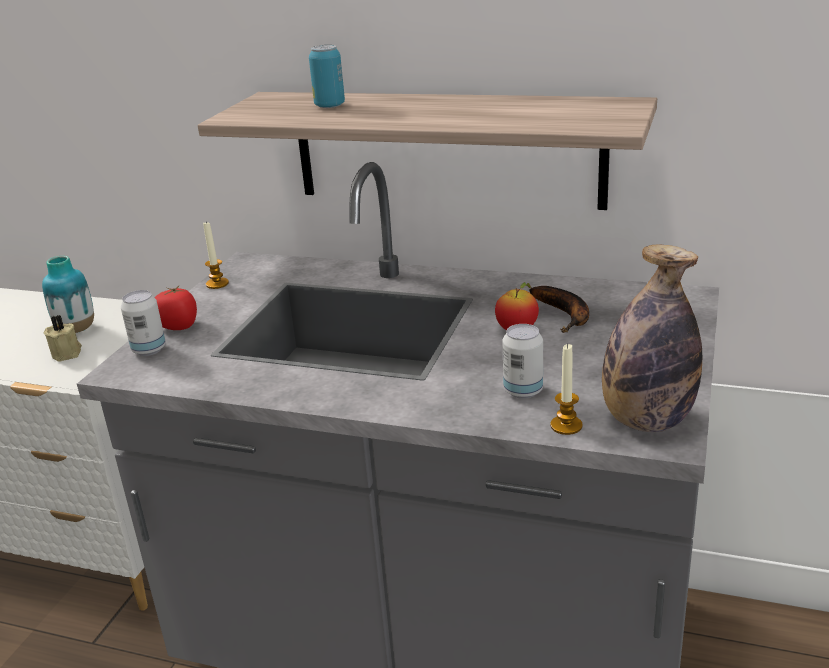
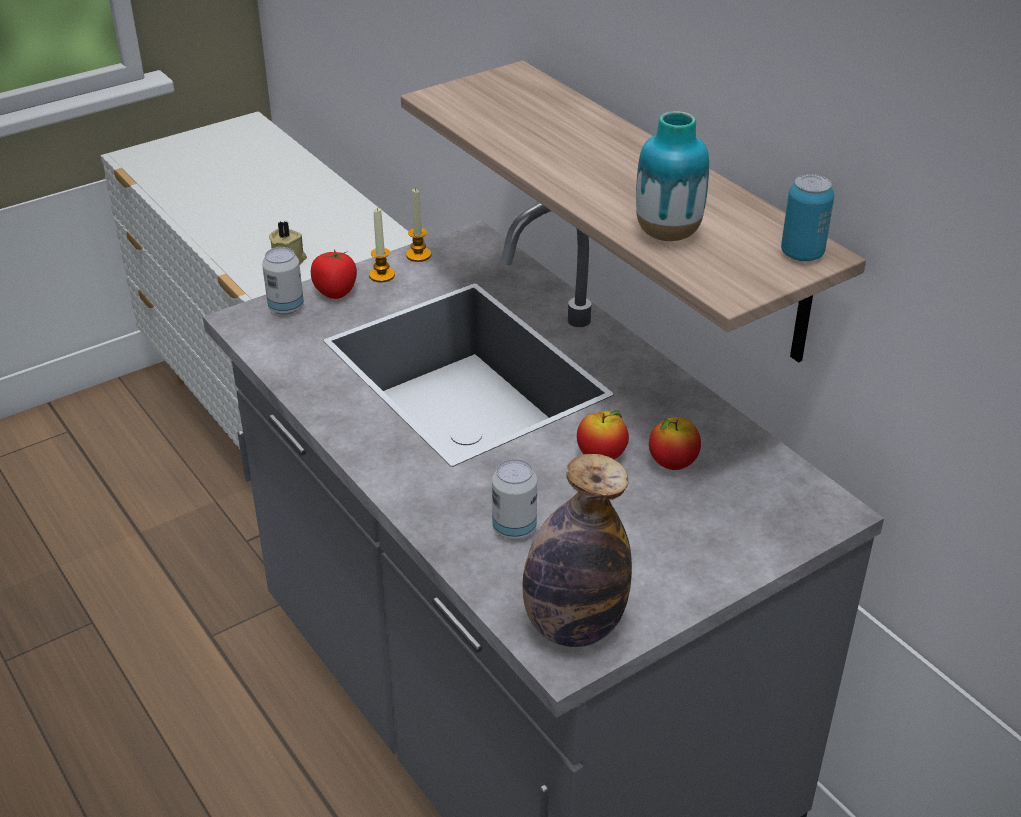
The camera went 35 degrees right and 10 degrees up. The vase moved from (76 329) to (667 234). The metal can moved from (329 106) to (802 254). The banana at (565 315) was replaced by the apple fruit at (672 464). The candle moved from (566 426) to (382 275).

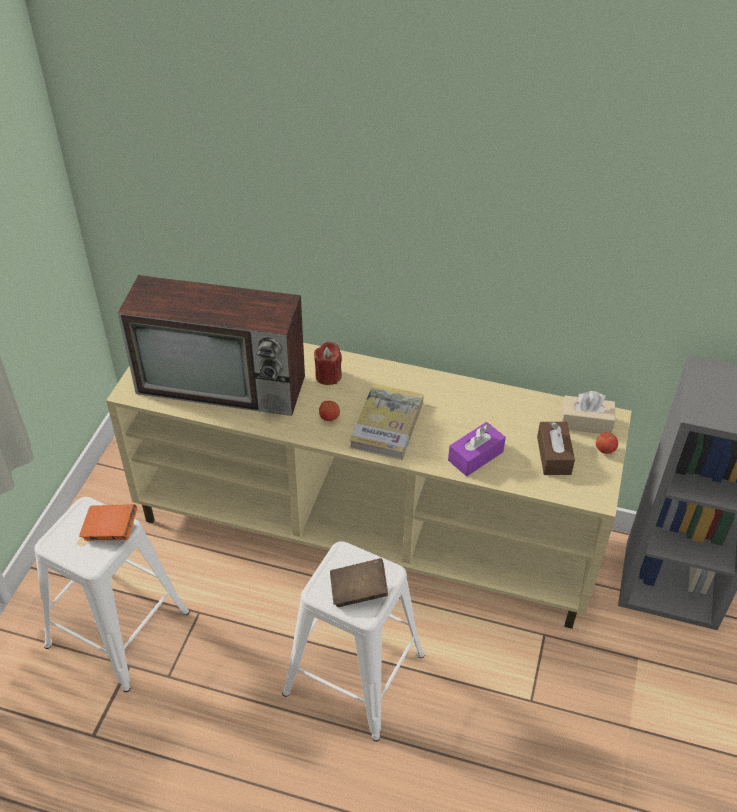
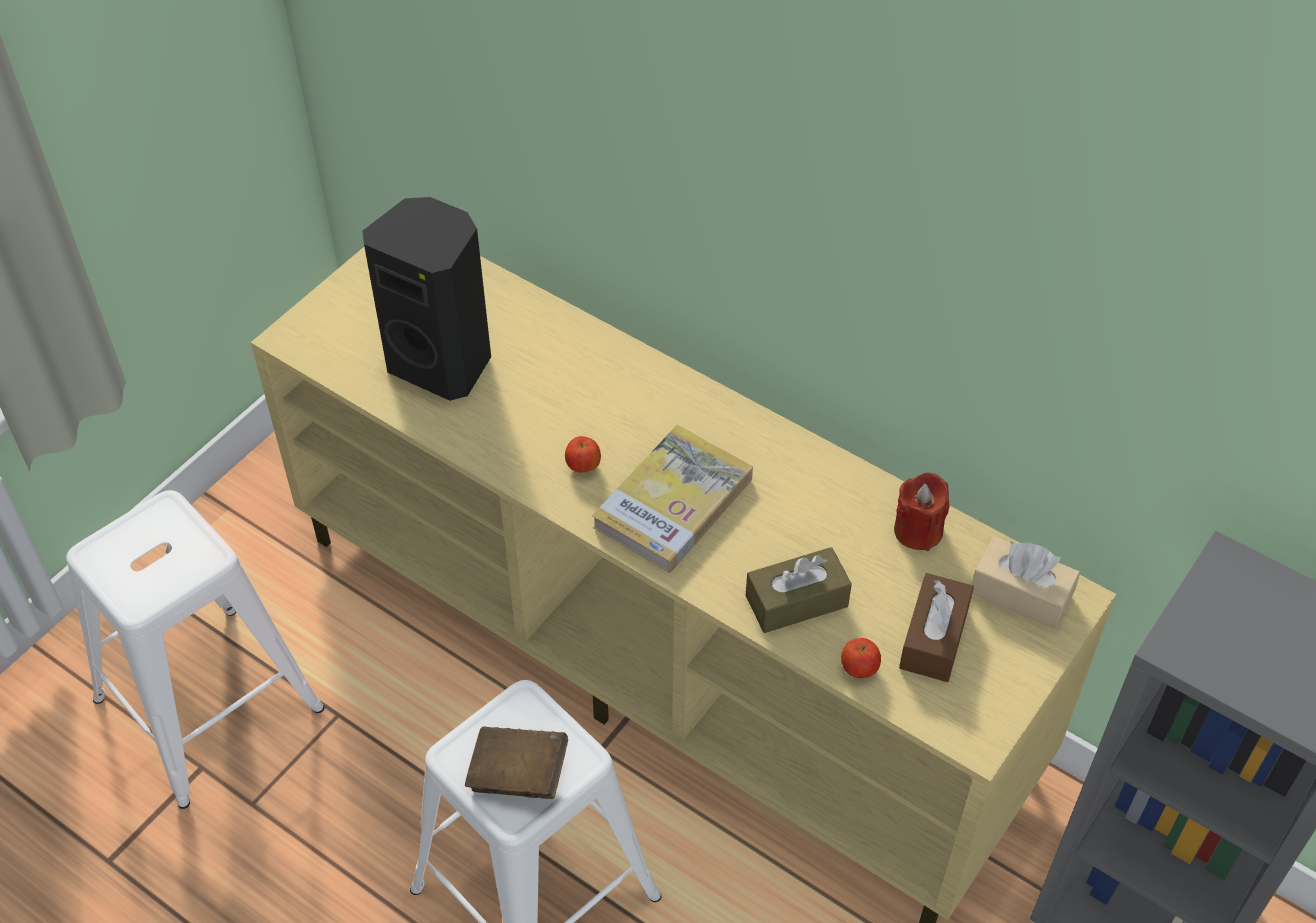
The camera went 20 degrees right and 5 degrees up. The bound book in orange-coloured at (111 531) disappeared. The television at (224 384) was replaced by the speaker in black-coloured at (442 363). The candle in red moved from (328 376) to (918 530). The tissue holder in purple at (475 456) became the tissue holder in brown at (796 601). The apple fruit moved from (604 450) to (859 669).

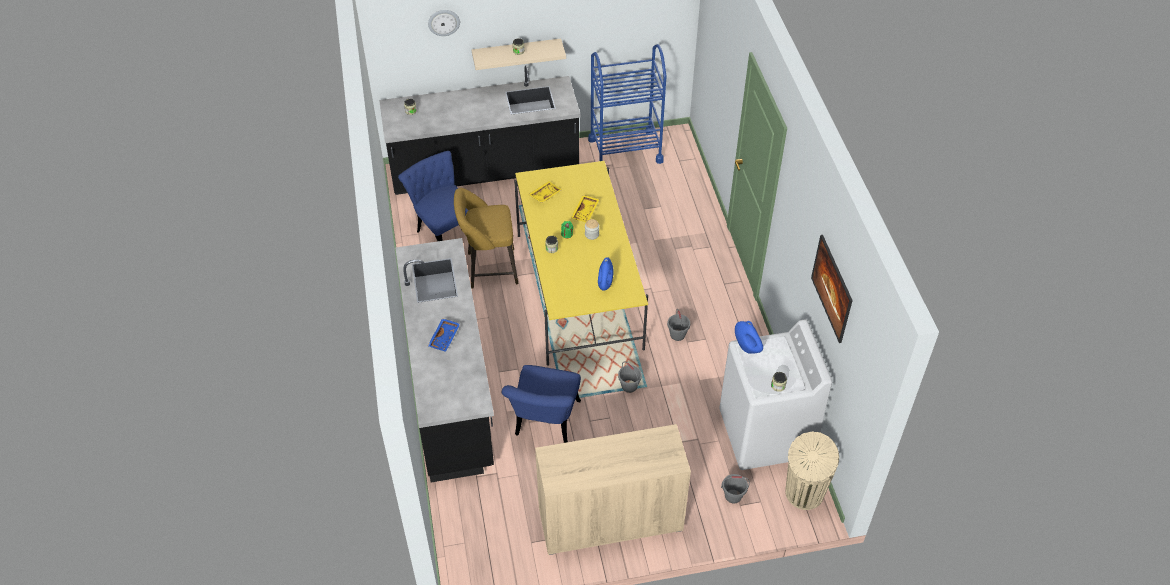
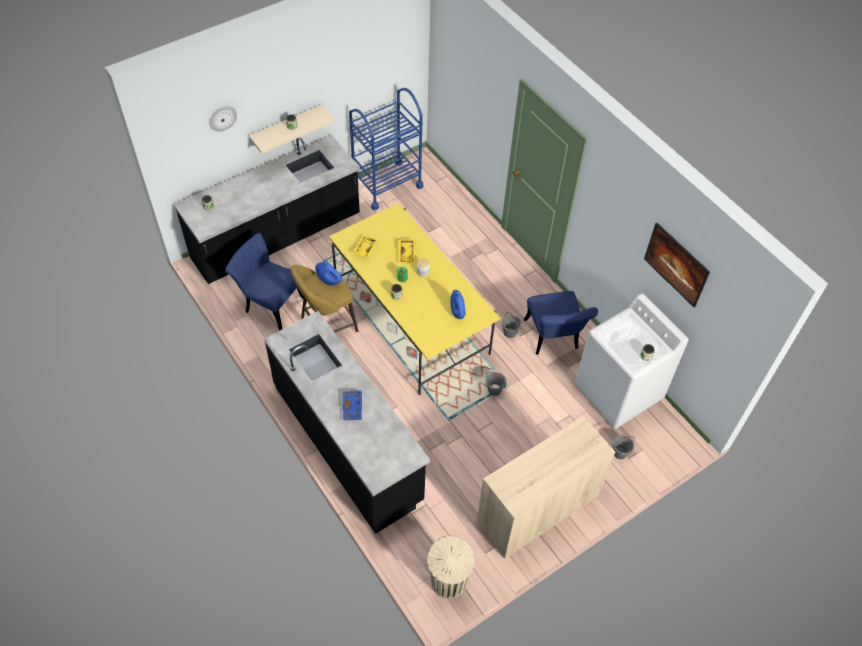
The camera went 25 degrees left and 5 degrees up. The plain chair in bluish moved from (545 424) to (553 339). The vase in bluish moved from (747 347) to (329 281). The rubbish bin in beige moved from (803 494) to (448 582).

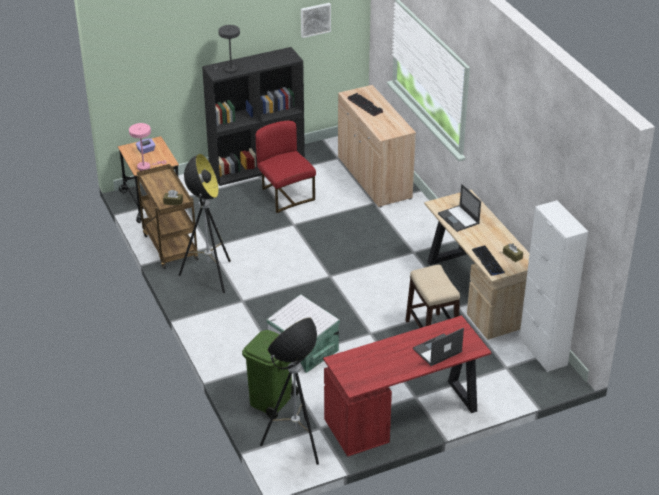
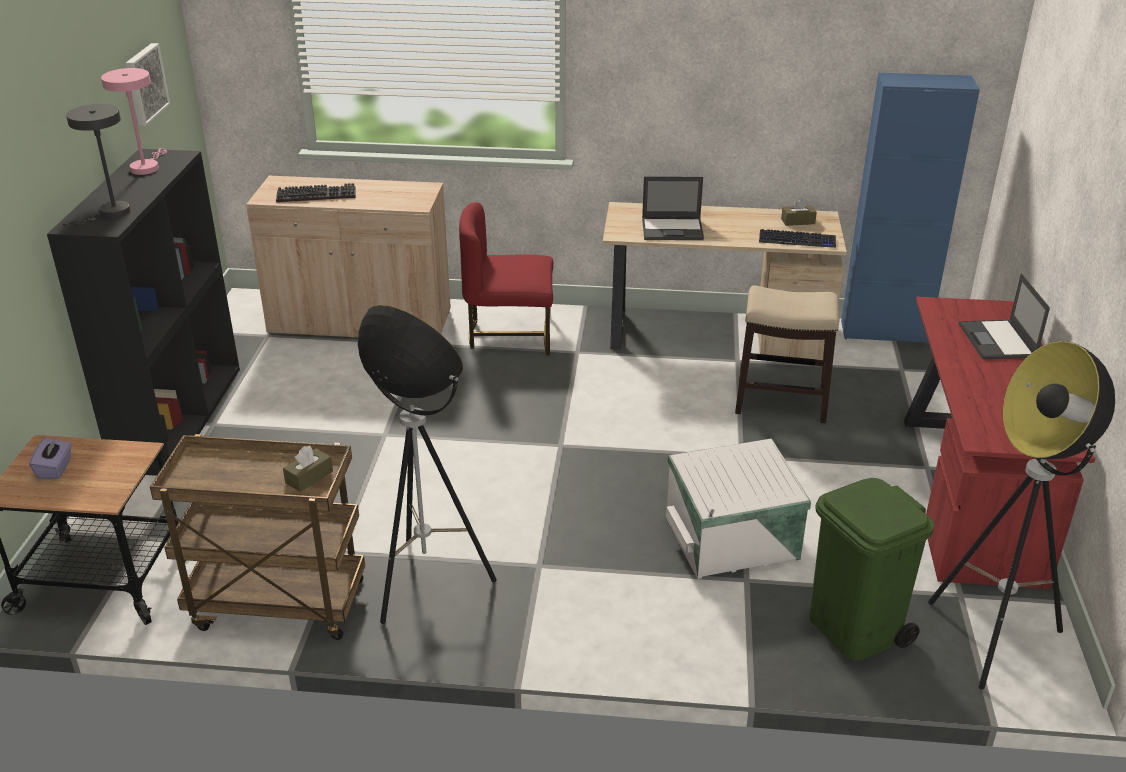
The camera went 60 degrees left and 5 degrees down. The table lamp in pink moved from (146 166) to (146 167). The plain chair in red moved from (285 195) to (510 334). The storage cabinet in white-coloured at (543 352) became the storage cabinet in bluish at (884 332).

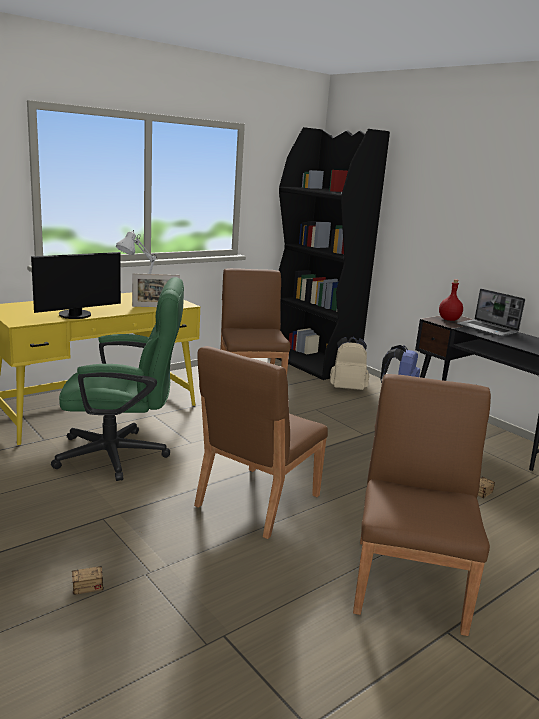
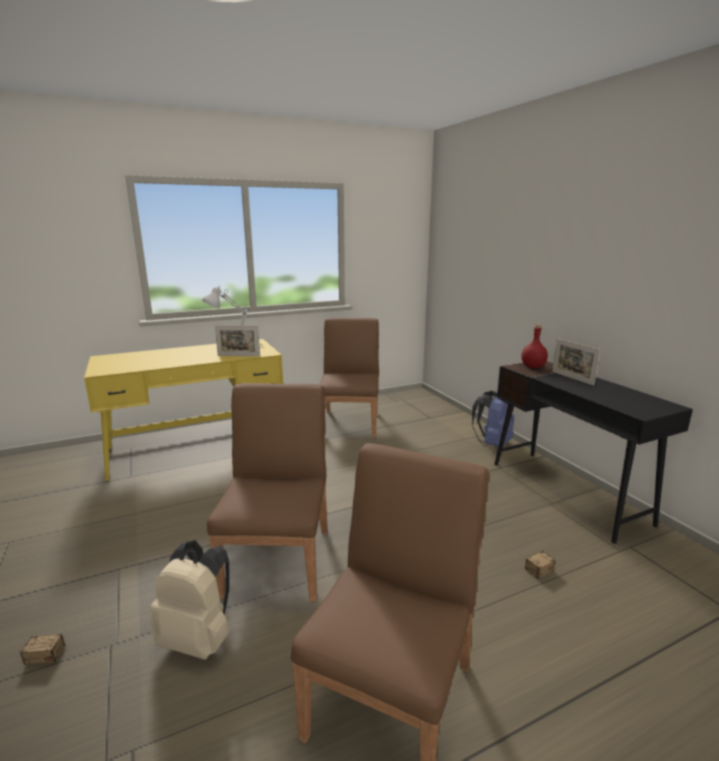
The camera went 15 degrees right and 0 degrees up. The computer screen at (77 315) disappeared. The computer chair in greenish at (123 455) disappeared. The plain chair in brown at (256 501) turned 135 degrees clockwise. The shelving unit in black-coloured at (313 363) disappeared. The backpack in beige moved from (347 388) to (199 638). The notebook computer at (488 329) was replaced by the picture frame at (572 378).

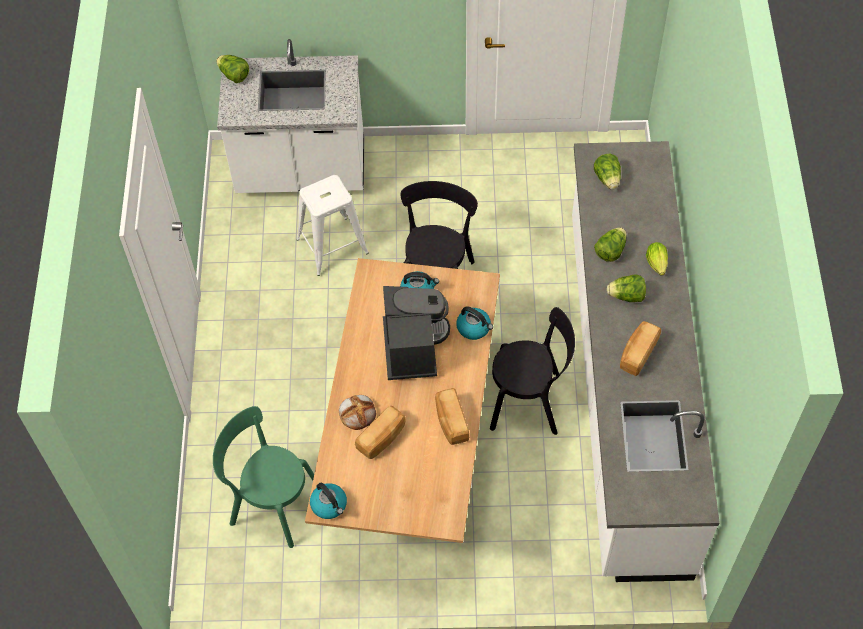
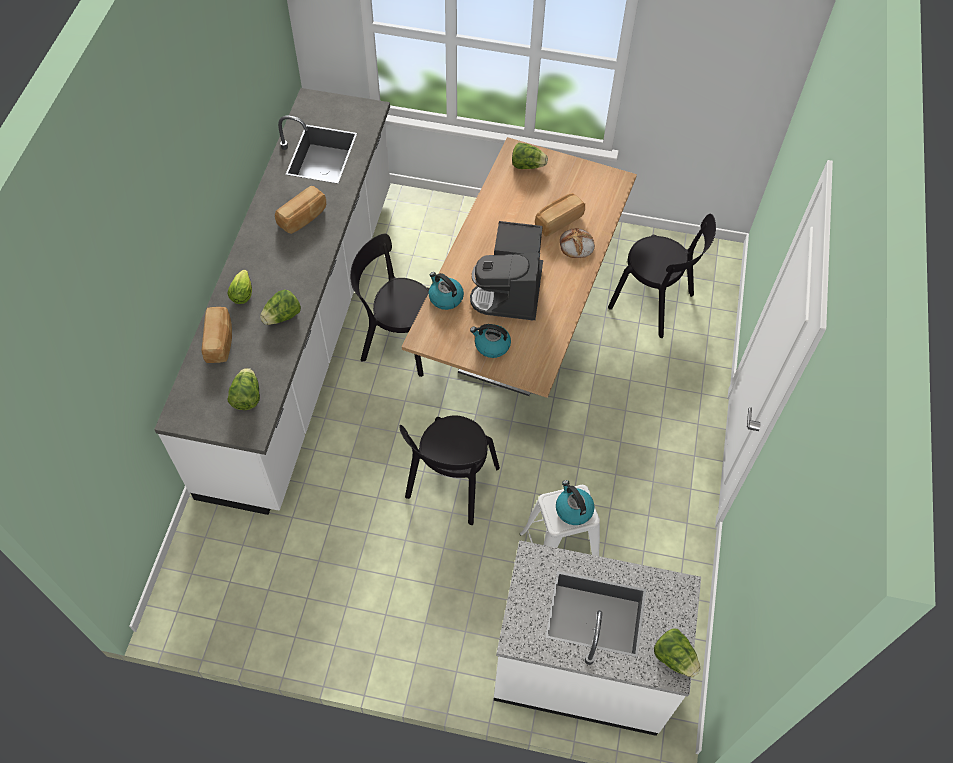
The camera went 170 degrees left and 0 degrees up. The plain chair in greenish at (271 503) became the plain chair in black-coloured at (654 303). The kettle moved from (329 505) to (573 509). The baked bread moved from (451 422) to (220 341). The lettuce moved from (626 296) to (527 165).

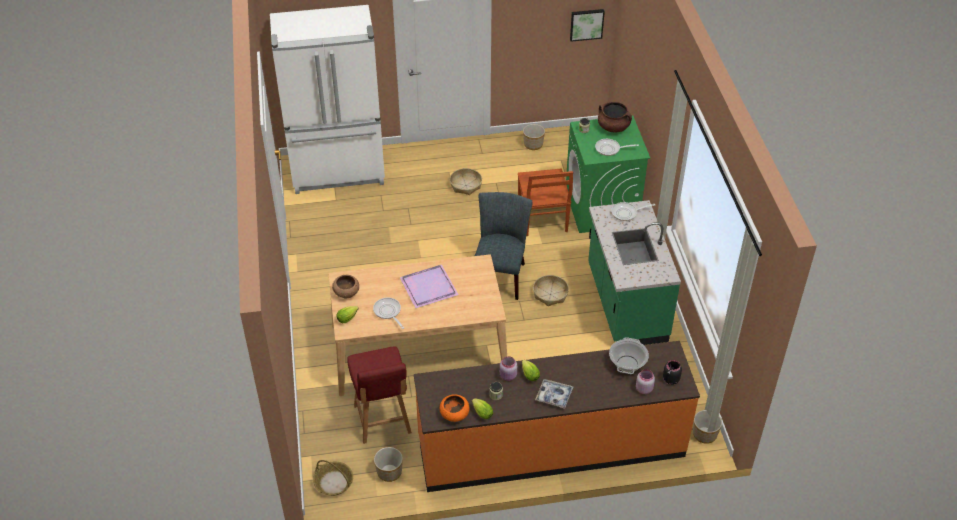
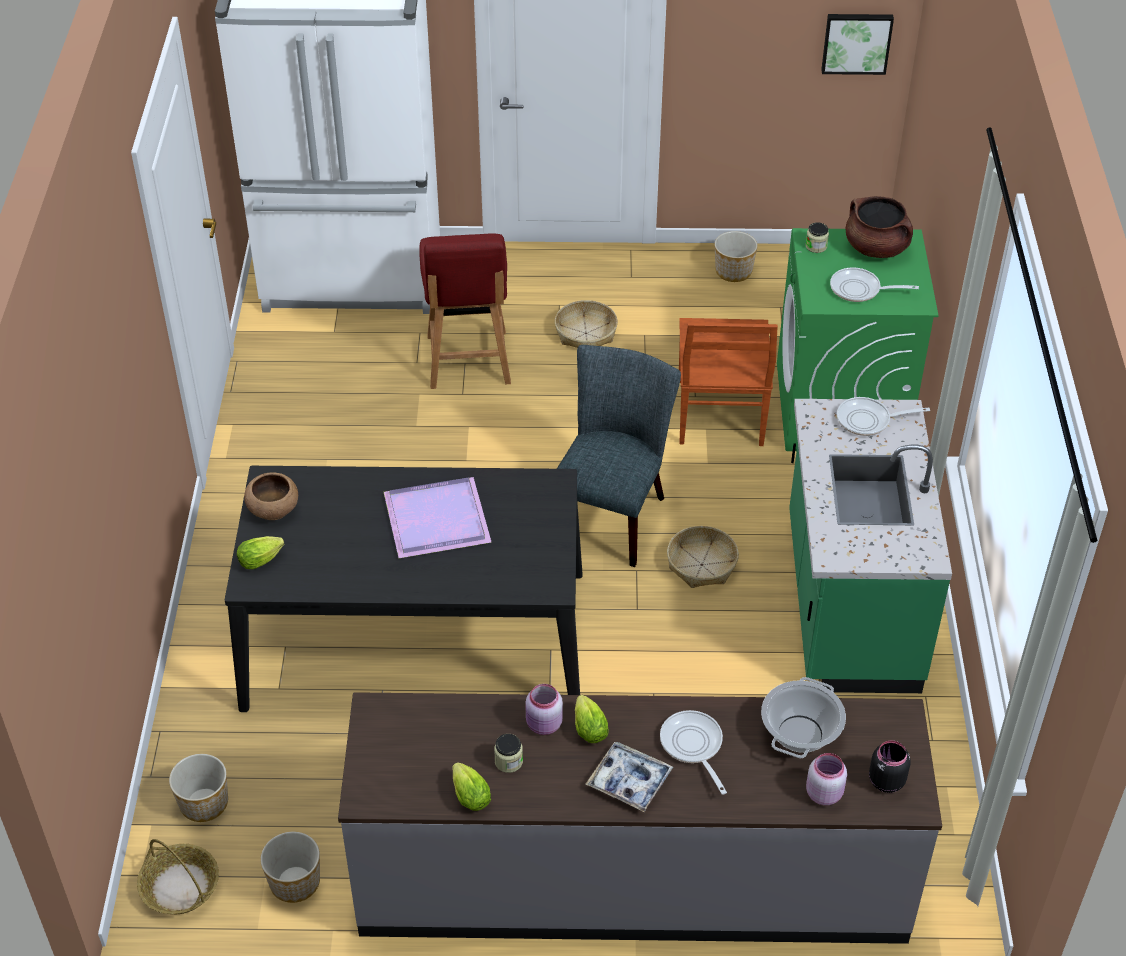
The camera went 10 degrees right and 0 degrees up. The dining table in beige at (418 349) became the dining table in black-coloured at (416 639). The plain chair in red moved from (382 420) to (468 361). The frying pan moved from (388 312) to (693 746). The counter in orange-coloured at (550 446) became the counter in grey at (632 878). The serving bowl in orange-coloured at (454 414) disappeared. The plant pot moved from (705 434) to (205 803).

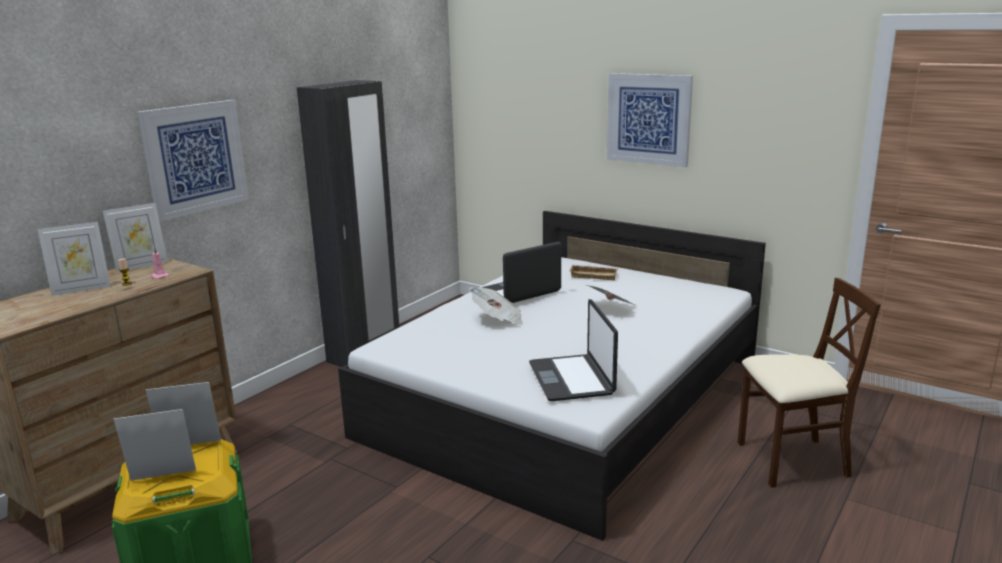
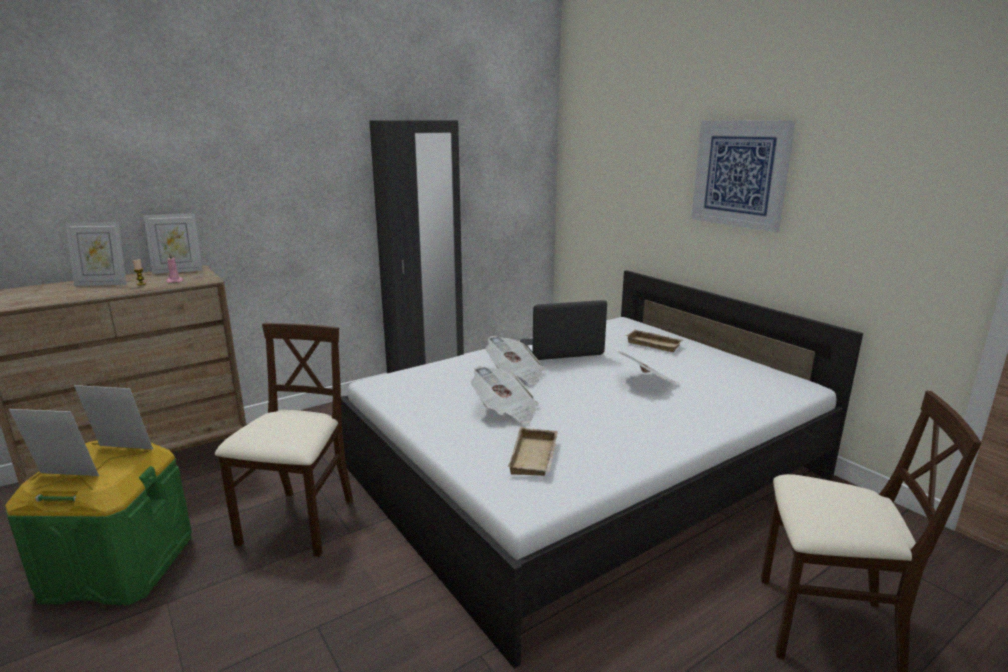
The camera went 20 degrees right and 0 degrees up. The picture at (195 158) disappeared. The notebook computer at (572 379) was replaced by the tray in beige at (536 458). The plain chair in beige at (299 523) appeared. The daily paper at (505 411) appeared.

